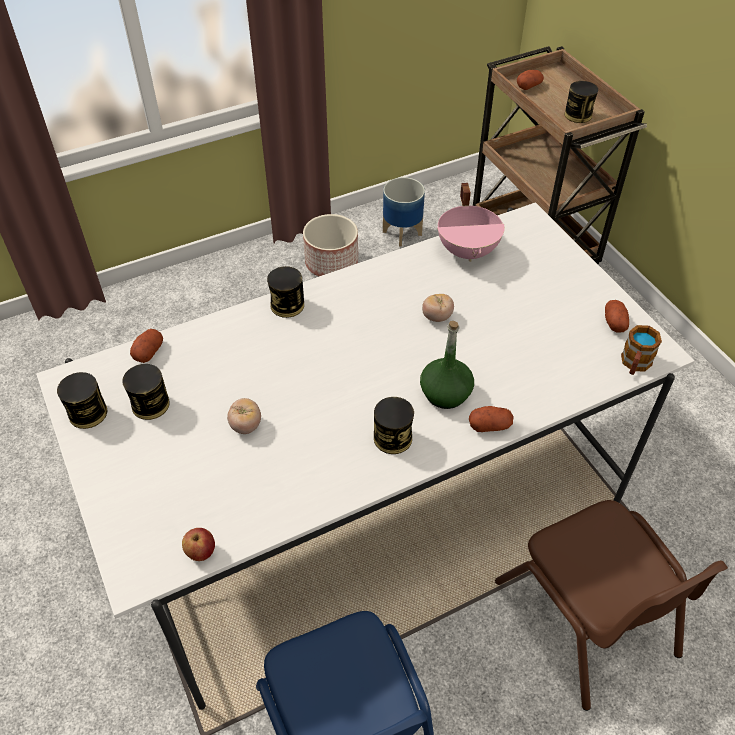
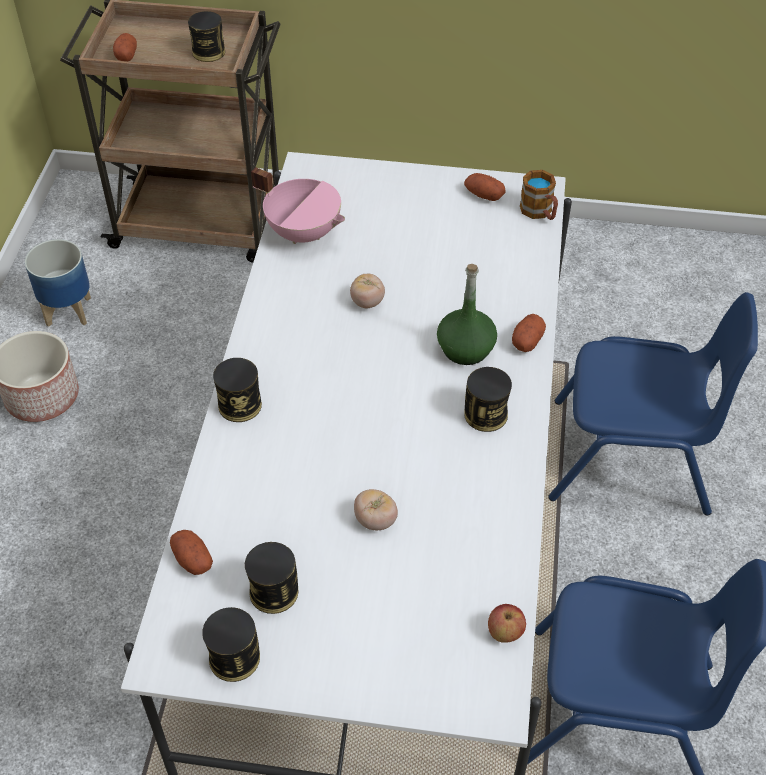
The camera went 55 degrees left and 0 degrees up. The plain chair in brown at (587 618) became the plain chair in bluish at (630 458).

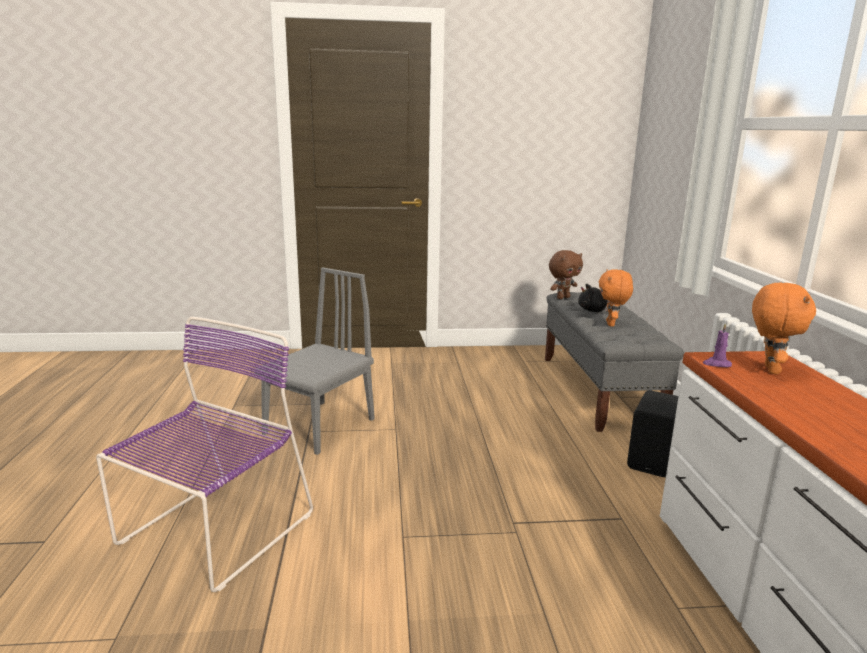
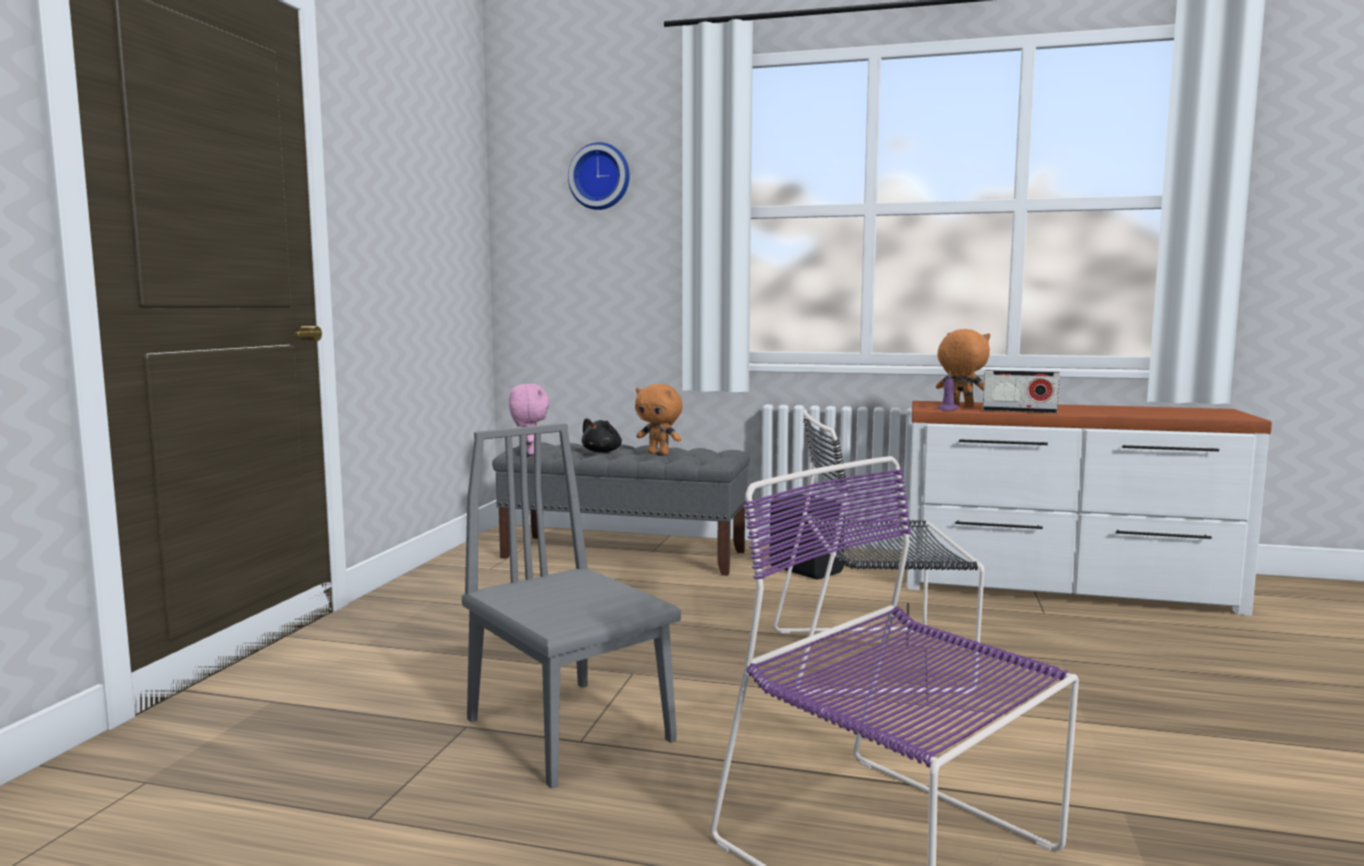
The camera went 70 degrees left and 10 degrees down. The plush toy in brown at (562 297) became the plush toy in pink at (529 453). The wall clock at (600 177) appeared. The plain chair in black-coloured at (874 659) appeared. The radio set at (1019 411) appeared.

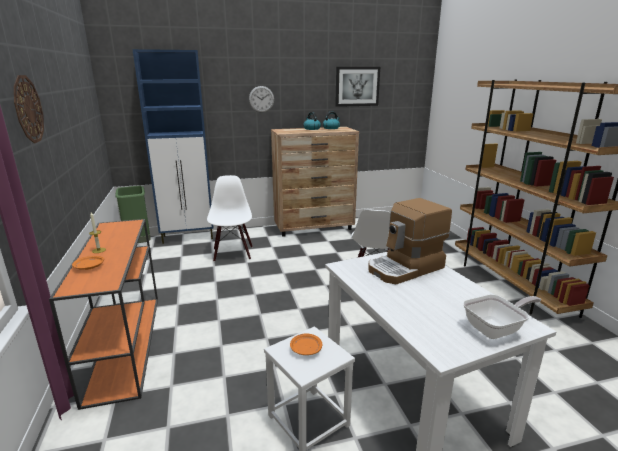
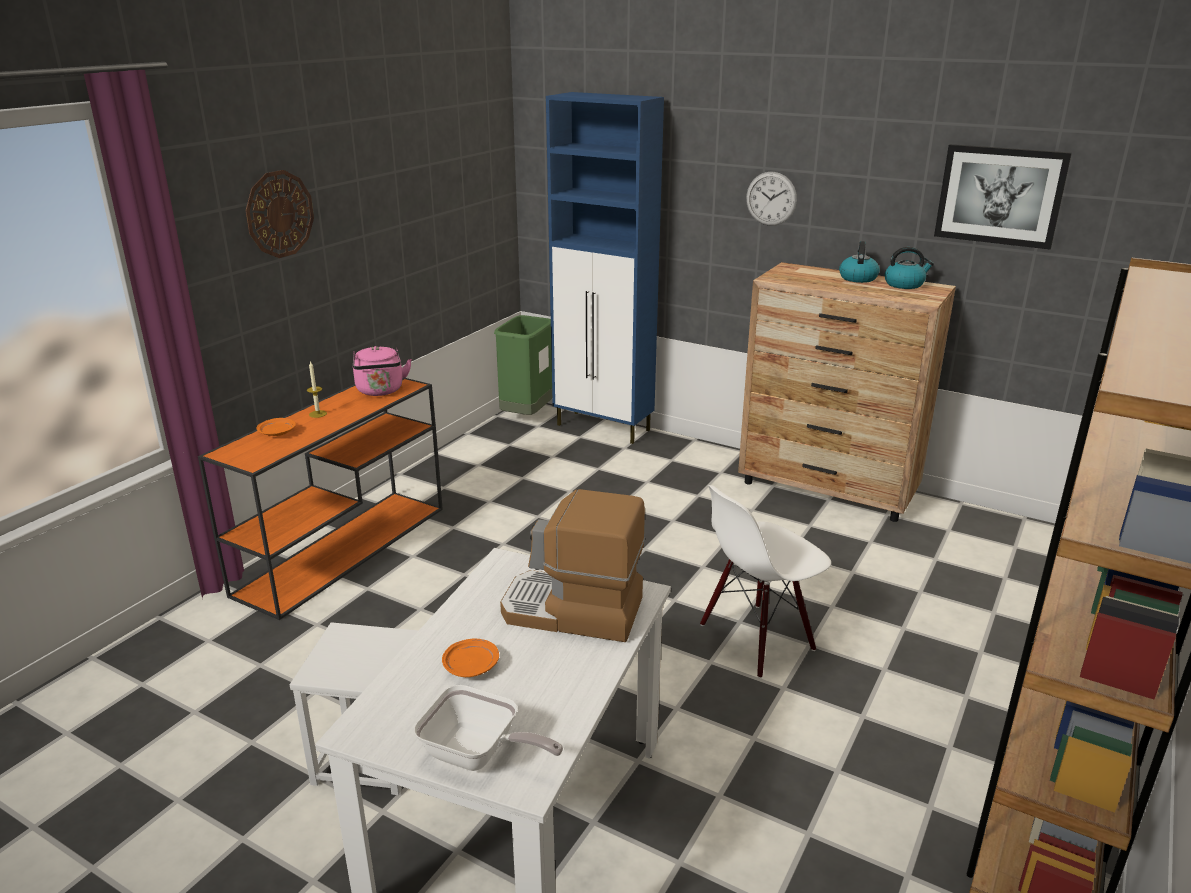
The camera went 45 degrees right and 5 degrees up. The plain chair in white-coloured at (232 253) disappeared. The dinner plate in orange-coloured moved from (306 349) to (471 666). The kettle in pink at (380 391) appeared.

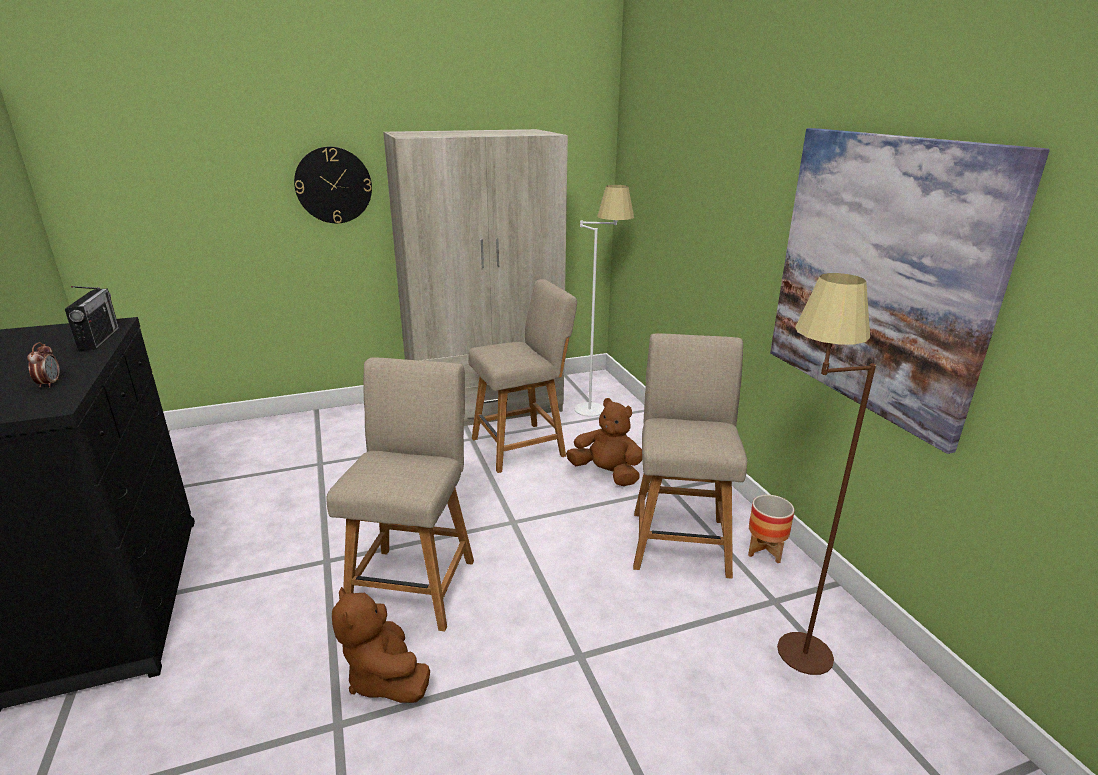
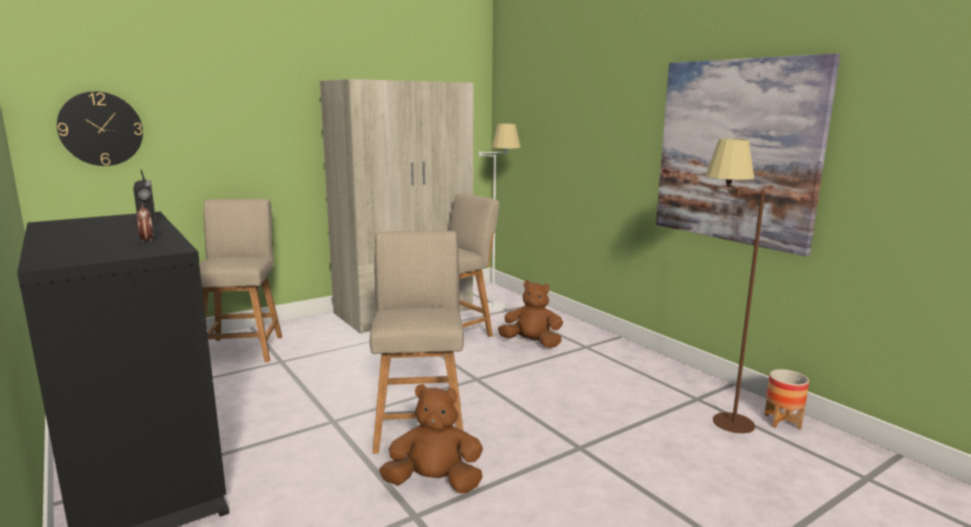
The camera went 15 degrees left and 10 degrees down. The wall clock moved from (333 185) to (101 129). The plush toy in brown at (384 677) turned 135 degrees clockwise. The plain chair in beige moved from (679 539) to (243 348). The plant pot moved from (765 550) to (782 421).

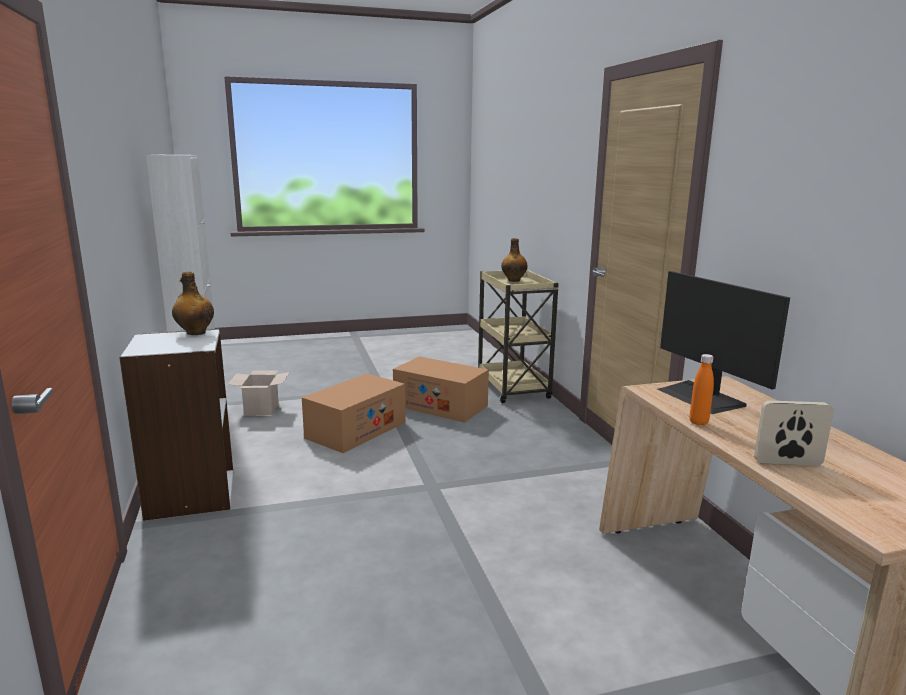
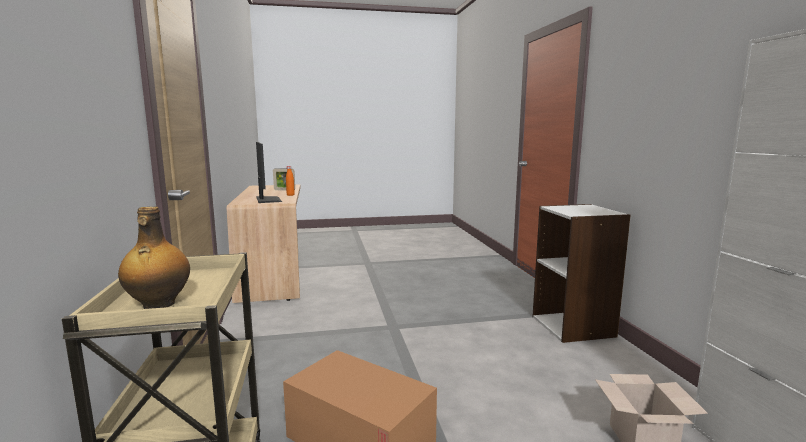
The camera went 175 degrees left and 5 degrees down. The beverage bottle at (195 333) disappeared. The packing box at (356 430) disappeared.

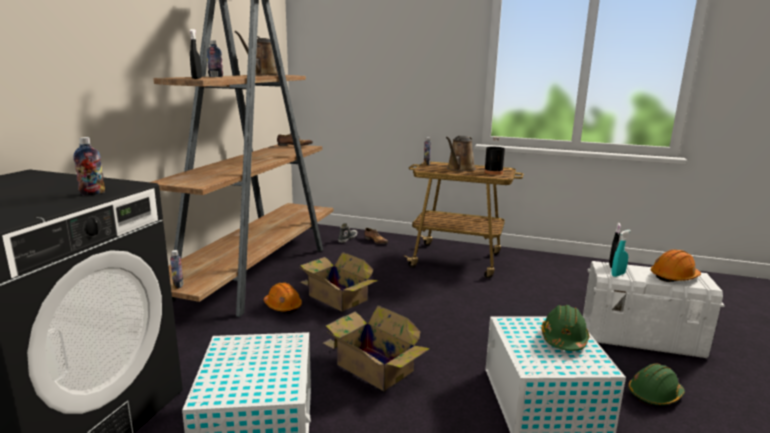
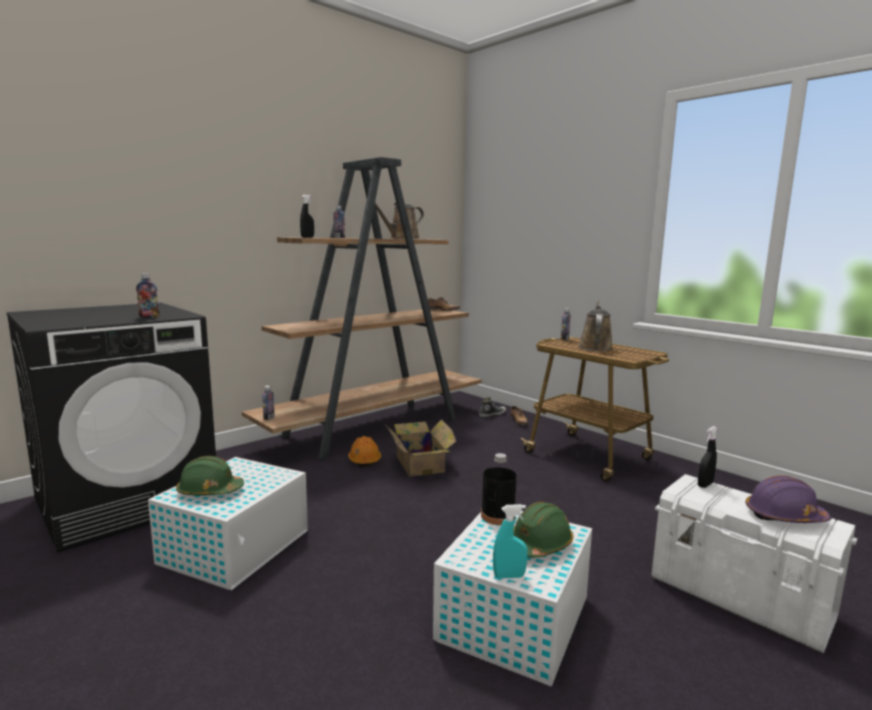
The camera went 30 degrees right and 5 degrees down. The packing box at (373 366) disappeared. The sprinkling can in brown at (459 169) turned 135 degrees clockwise. The beverage bottle in black-coloured moved from (493 172) to (498 516). The sprayer in blue-green moved from (618 274) to (509 576). The work helmet in greenish moved from (654 395) to (210 491). The work helmet in orange-coloured at (674 277) became the work helmet in purple at (784 516).

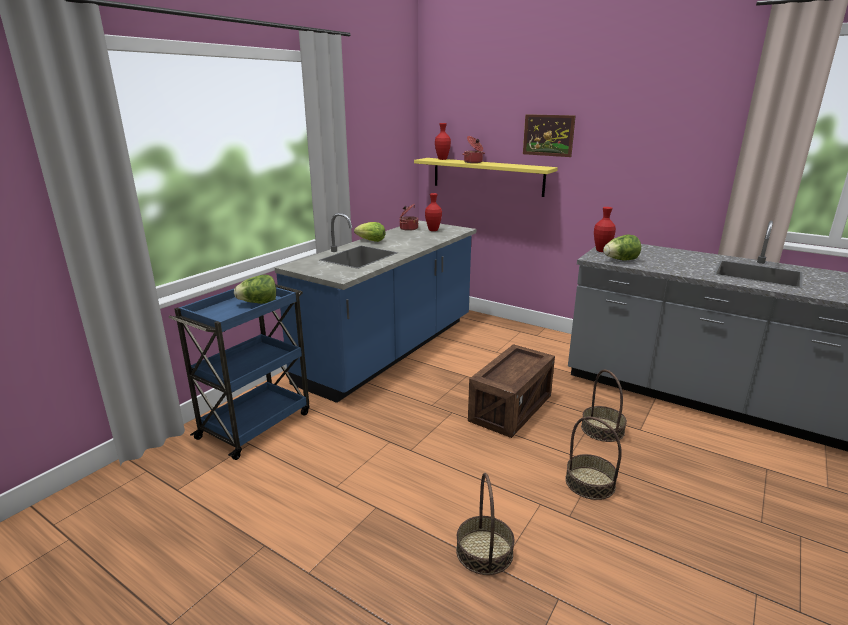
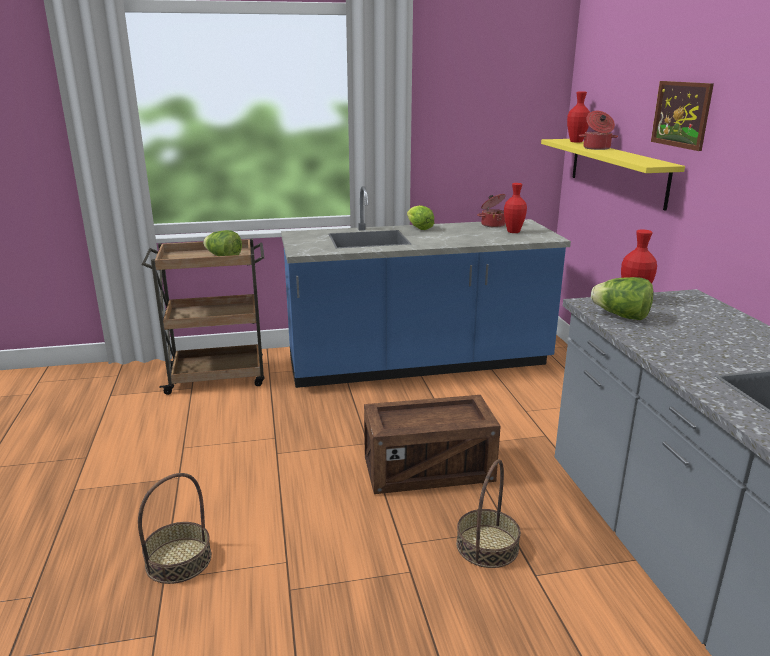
The camera went 45 degrees right and 0 degrees up. The wheeled cart in bluish at (256 424) became the wheeled cart in brown at (218 376). The storage basket at (590 483) disappeared.

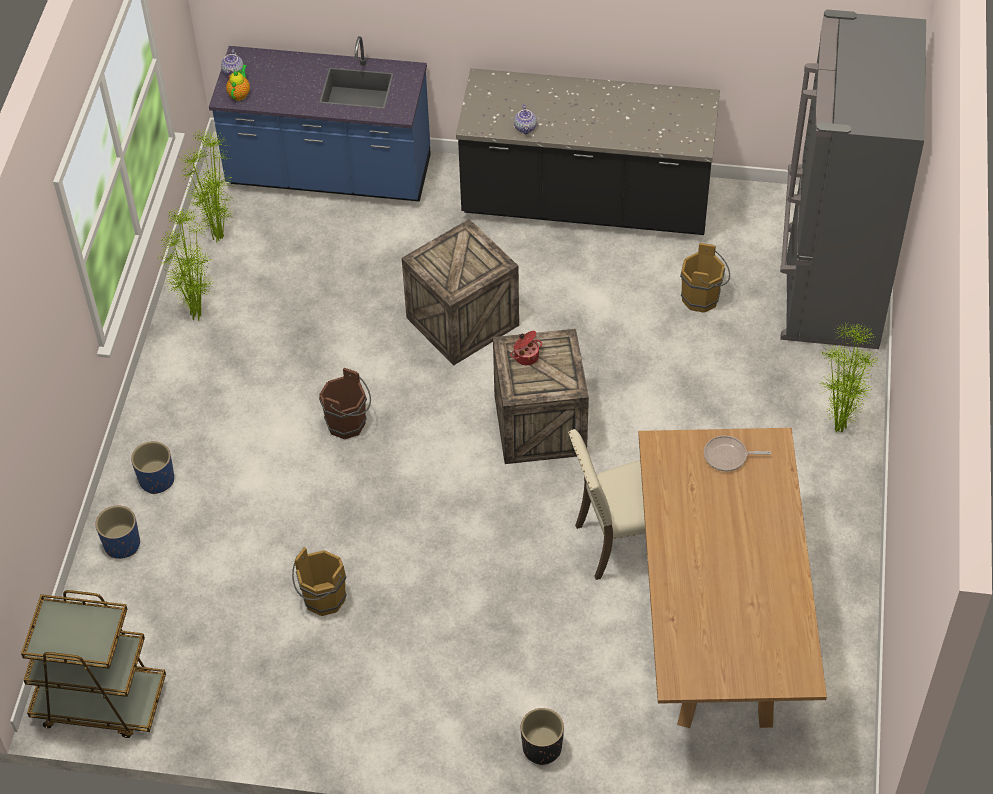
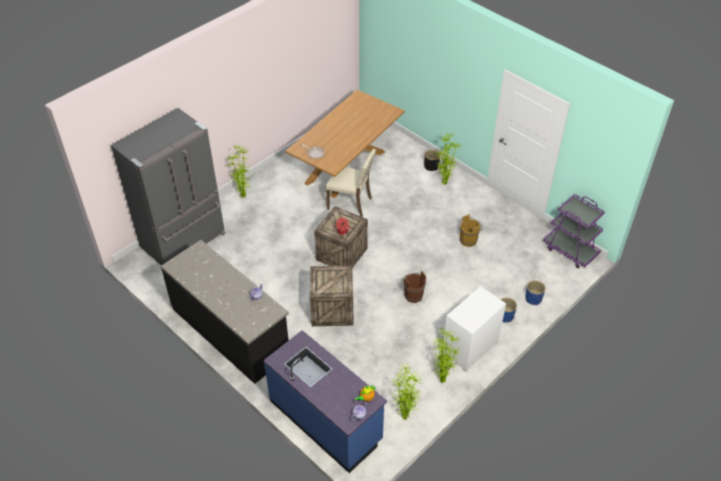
The camera went 145 degrees left and 5 degrees down. The wheeled cart in brown at (99 702) became the wheeled cart in purple at (570 250). The bucket in brown at (703 299) disappeared. The plant in a pot at (444 184) appeared. The dresser in white-coloured at (470 348) appeared.

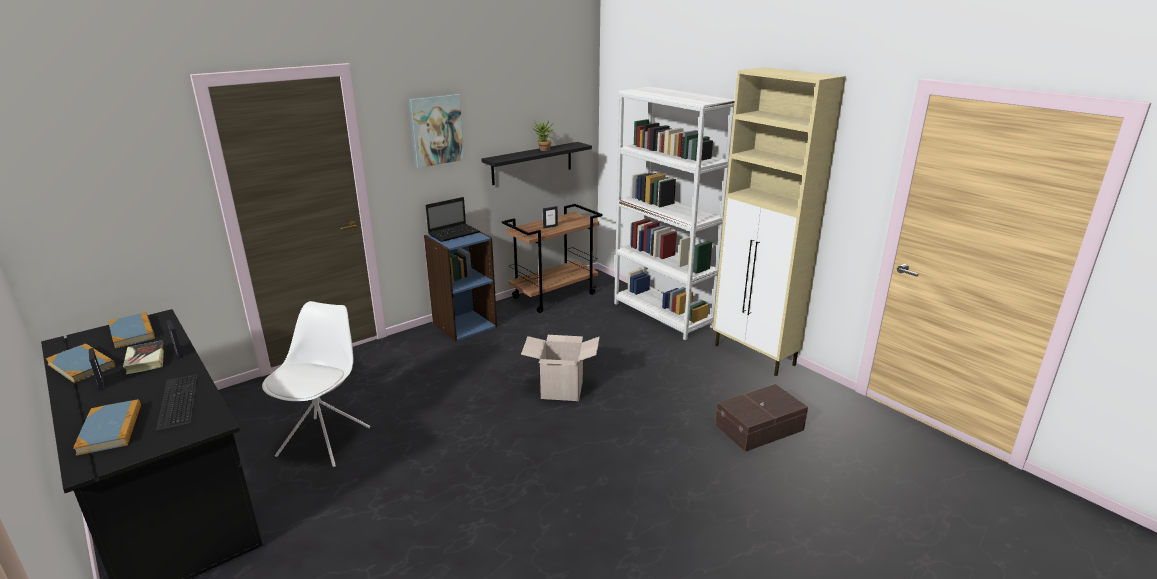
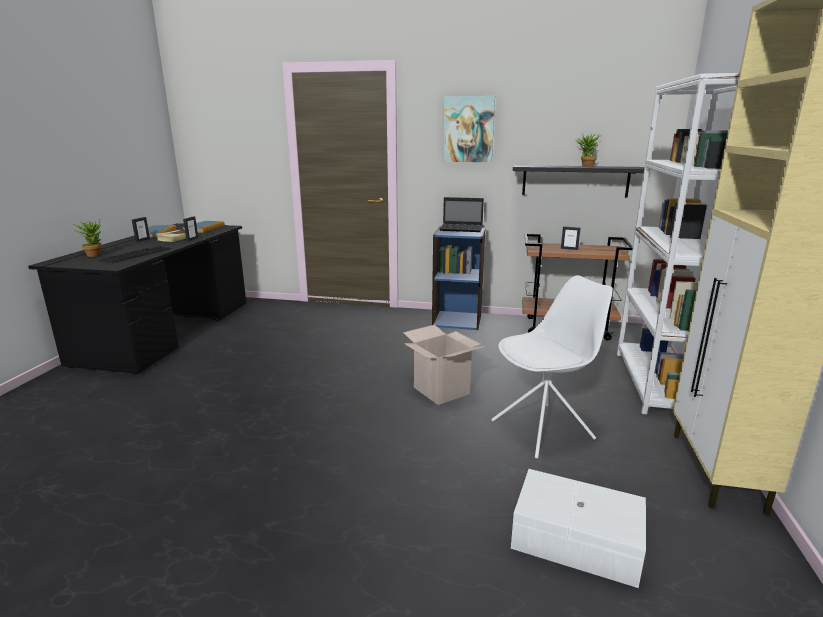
The camera went 50 degrees right and 5 degrees down. The bound book at (110 429) was replaced by the plant in a pot at (94 254). The plain chair in white-coloured moved from (325 440) to (544 429). The storage bin in brown at (760 428) became the storage bin in white-coloured at (577 542).

